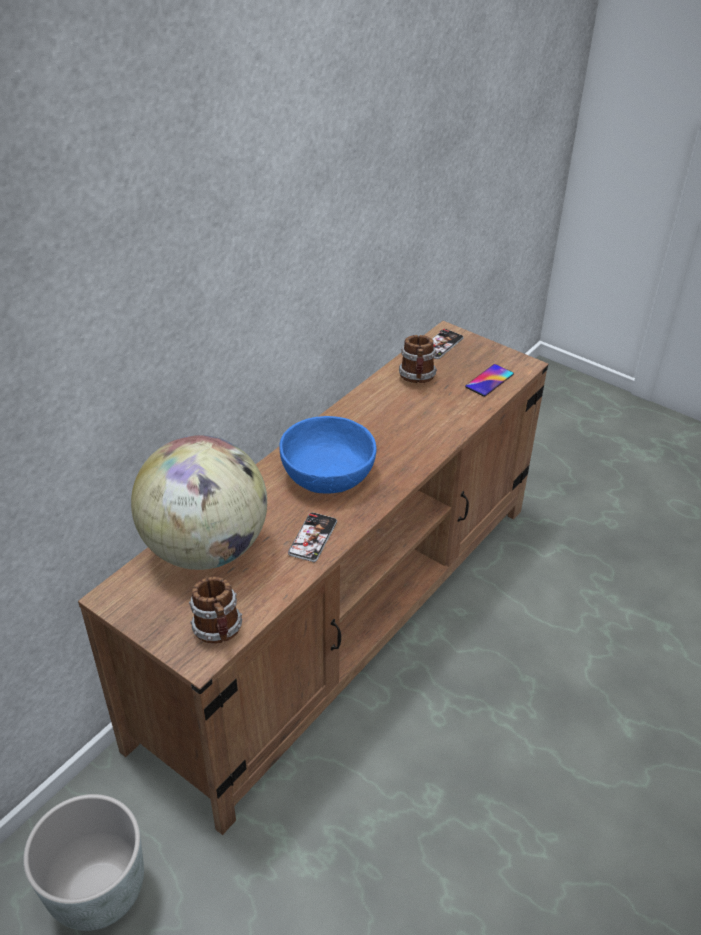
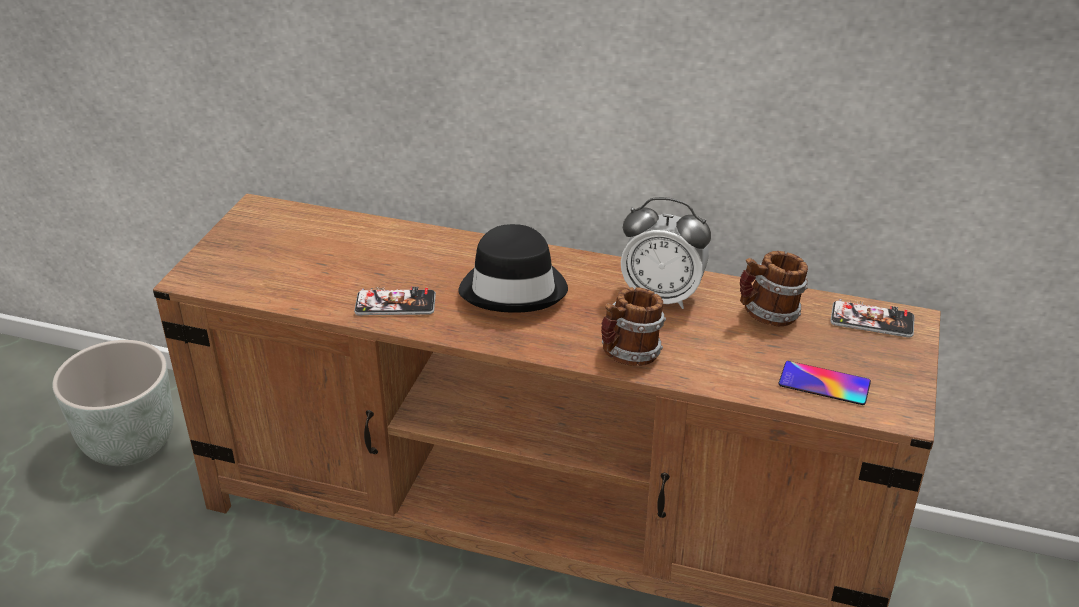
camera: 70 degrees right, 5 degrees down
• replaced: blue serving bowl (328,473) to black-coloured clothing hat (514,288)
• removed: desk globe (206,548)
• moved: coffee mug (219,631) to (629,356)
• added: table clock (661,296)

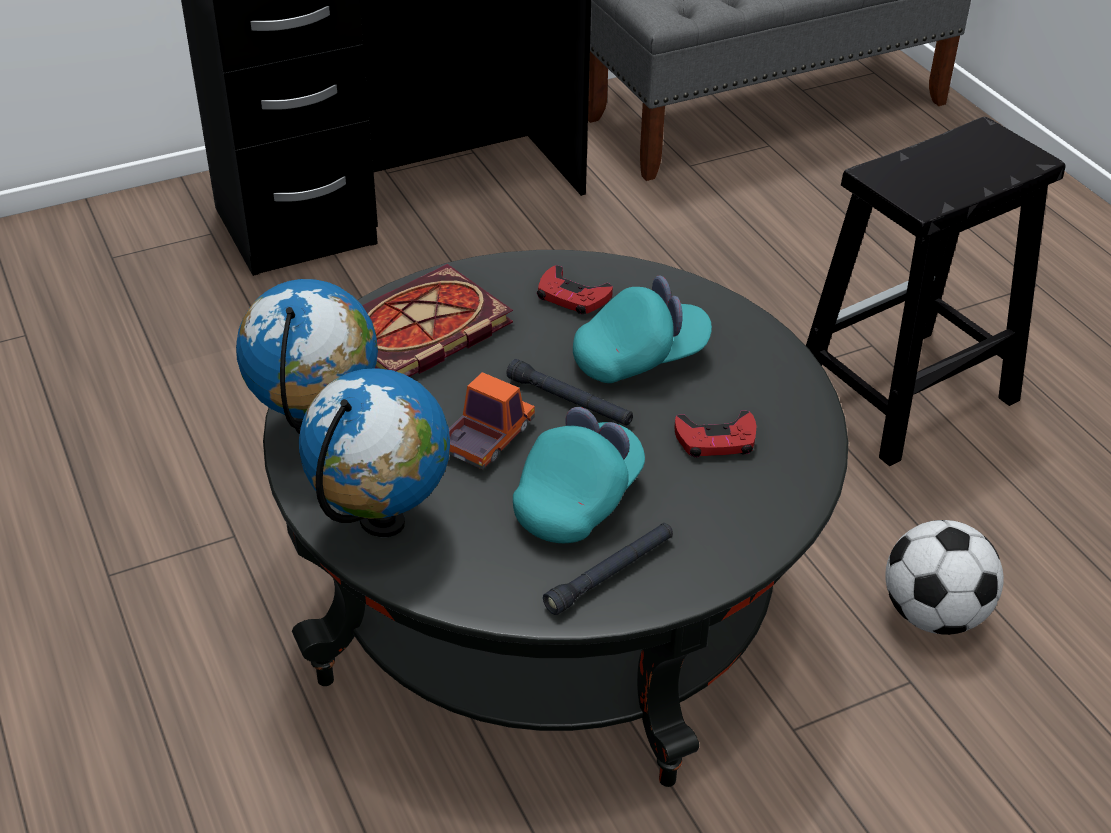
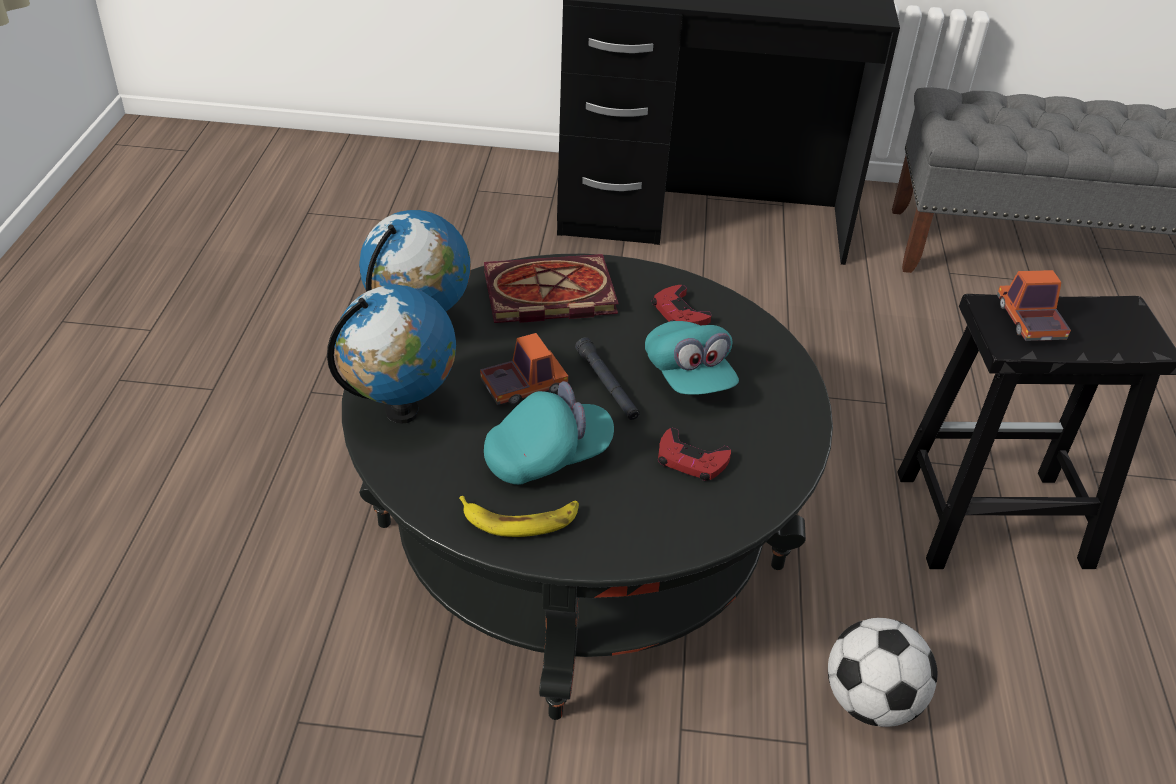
camera: 30 degrees right, 0 degrees up
• turned: blue-green baseball cap (640,358) = (689,377) 60 degrees clockwise
• replaced: black-coloured hand torch (610,574) to whole banana (520,519)
• added: toy lorry (1029,321)

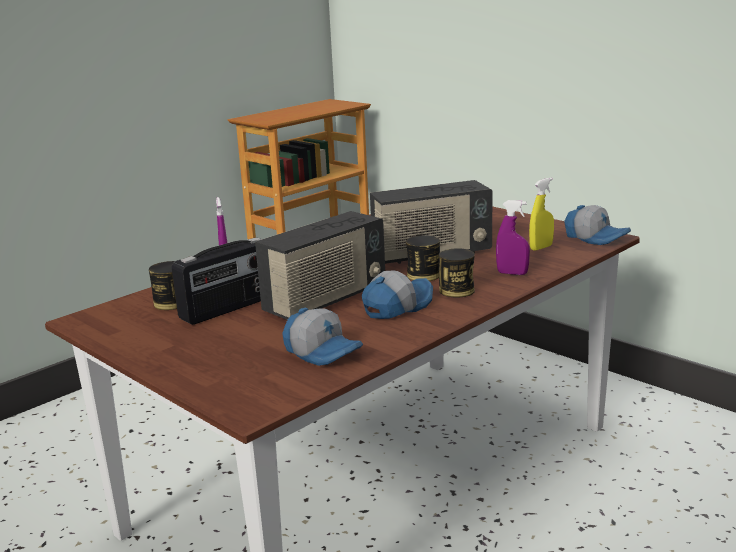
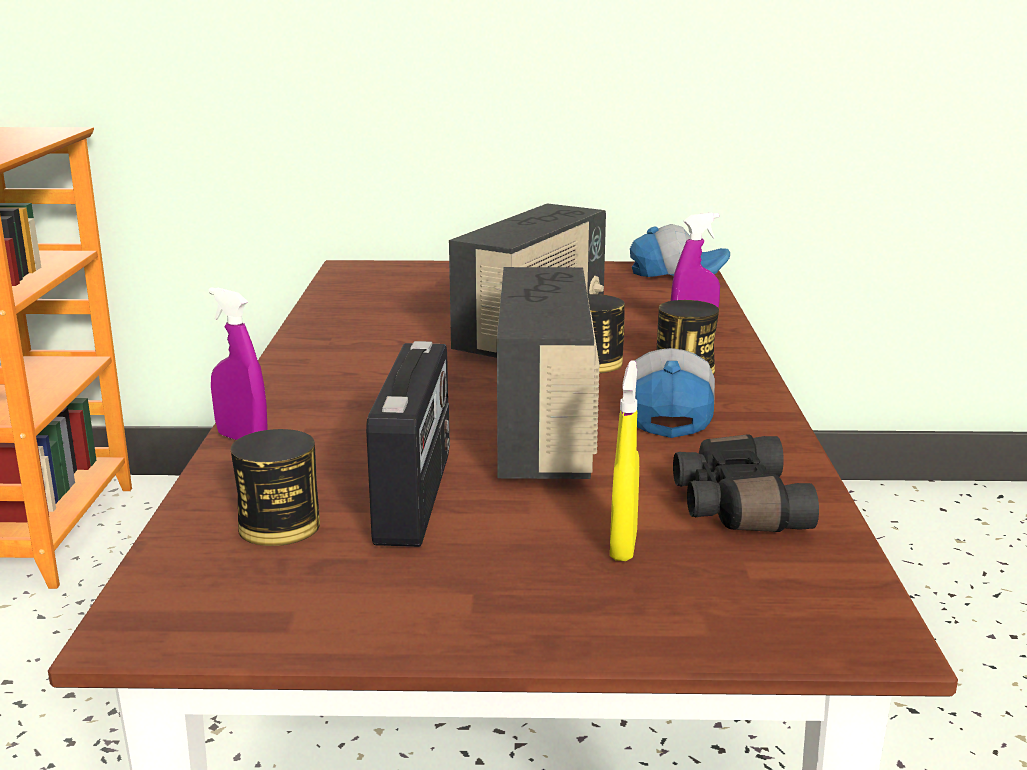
camera: 45 degrees left, 0 degrees up
• moved: yellow spray bottle (541,247) to (623,546)
• replaced: baseball cap (323,352) to black-coloured field glasses (735,506)

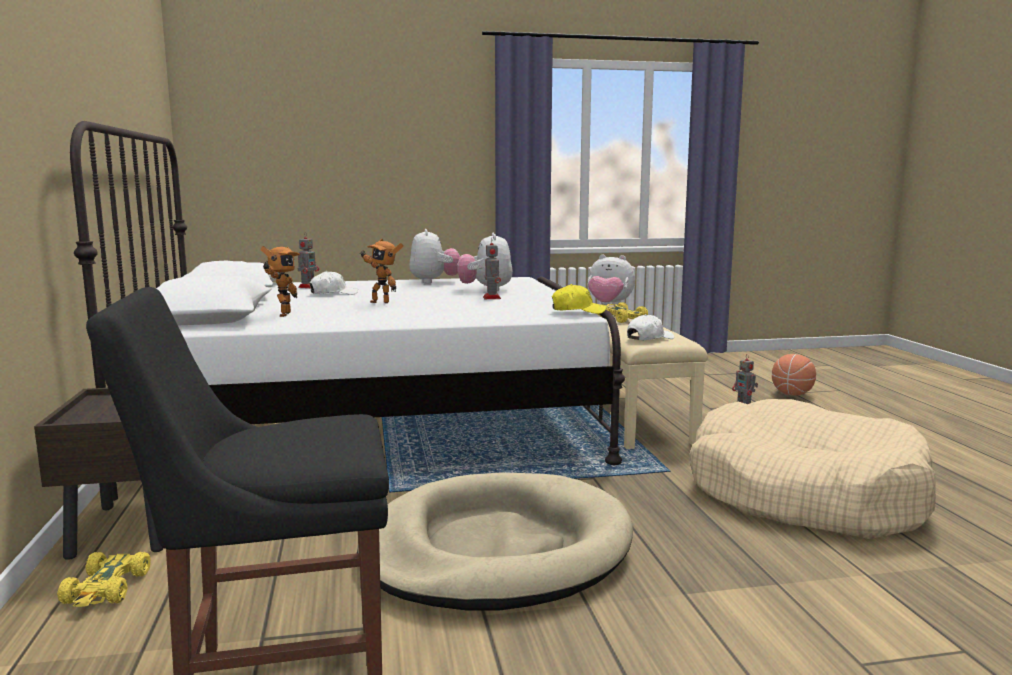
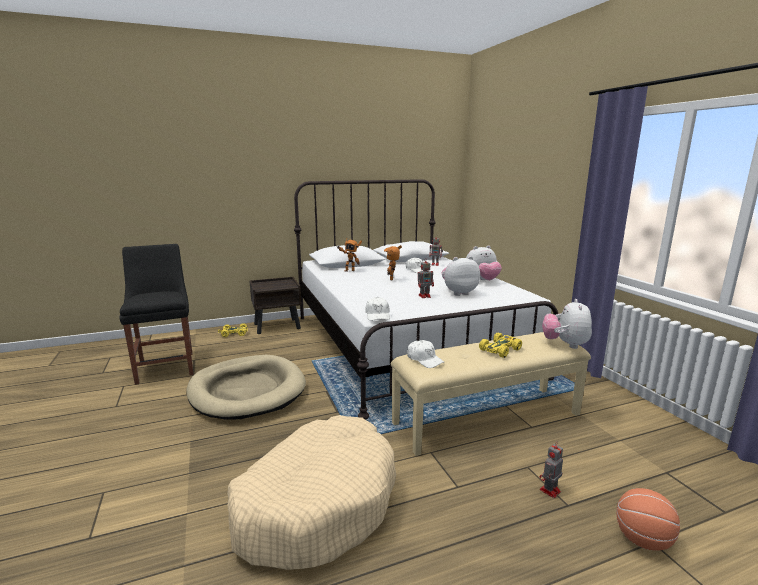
camera: 80 degrees right, 5 degrees up
• recoloured: yellow baseball cap (577,311) to whitish baseball cap (378,315)

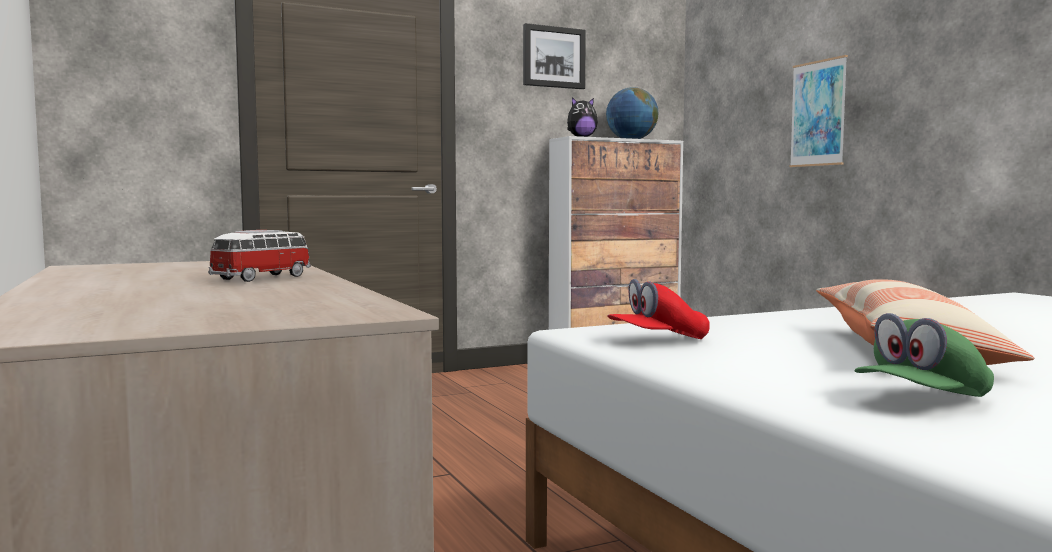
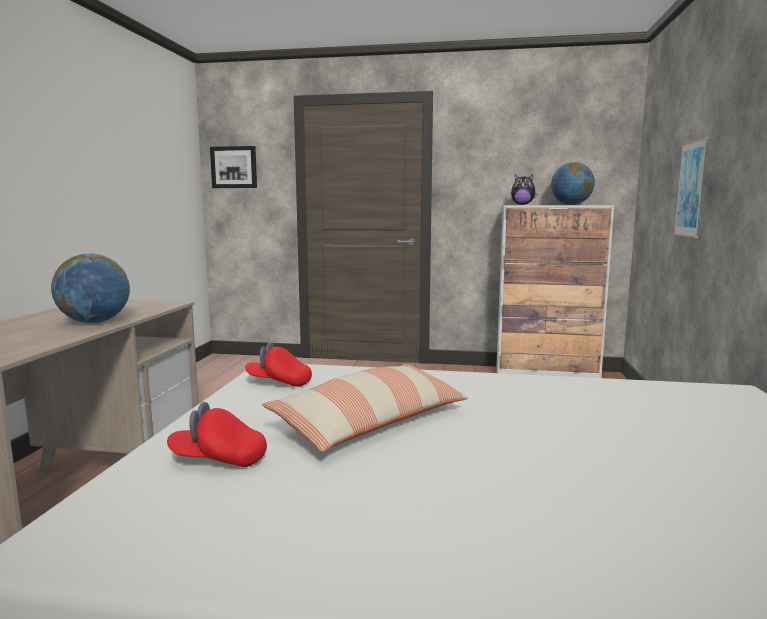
camera: 35 degrees right, 5 degrees up
• moved: wall art (553,57) to (234,167)
• replaced: toy car (264,278) to desk globe (95,322)
• recoloured: green baseball cap (922,401) to red-coloured baseball cap (219,459)

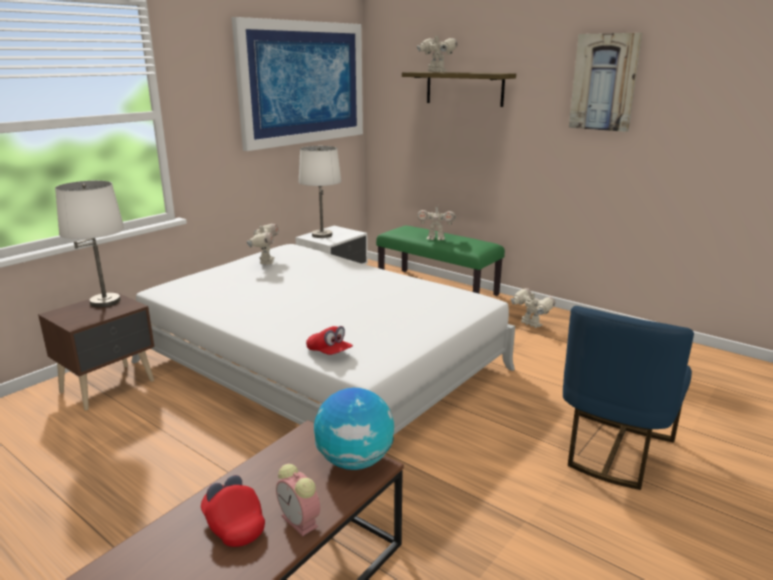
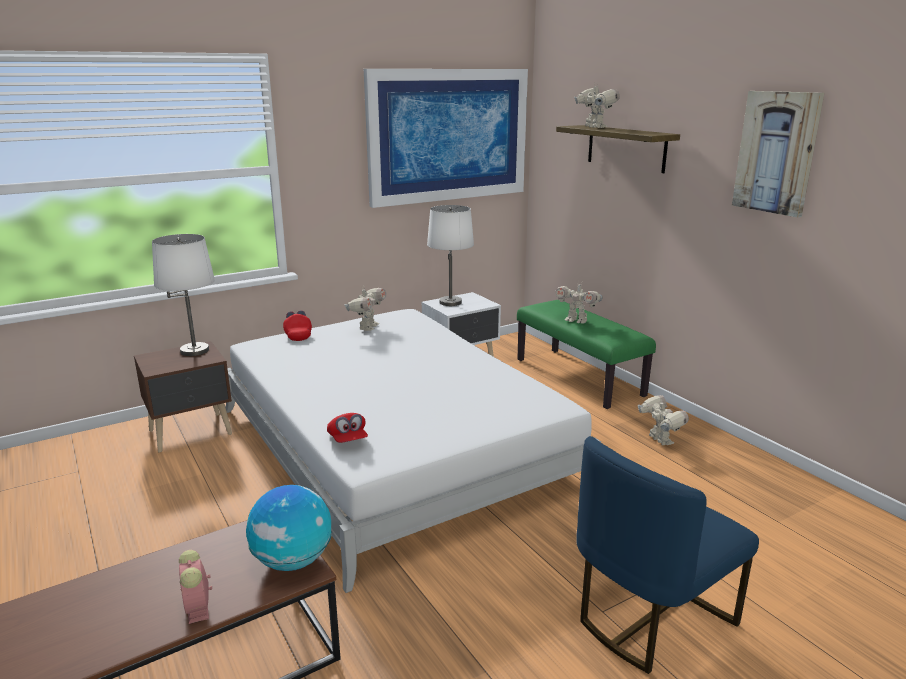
camera: 20 degrees right, 0 degrees up
• moved: red-coloured baseball cap (233,524) to (298,335)

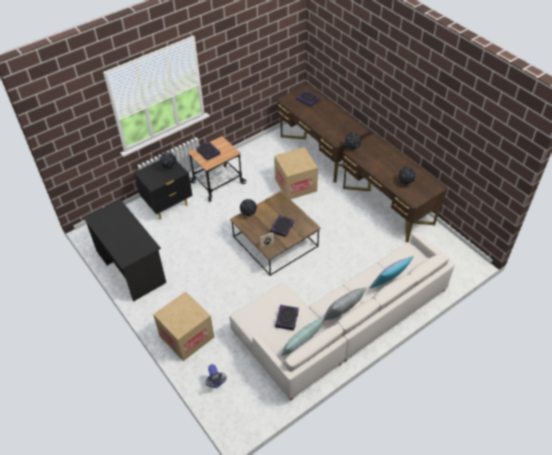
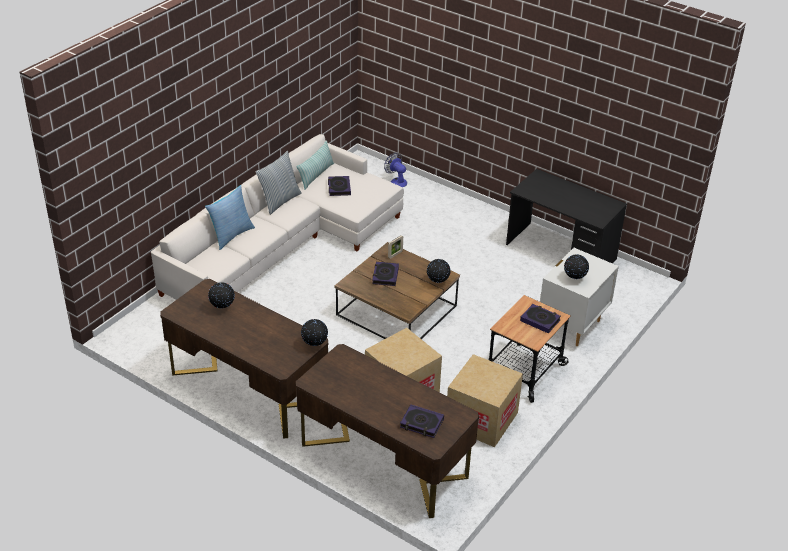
camera: 160 degrees right, 10 degrees down
• recoloured: black-coloured night table (168,206) to whitish night table (572,326)
• moved: packing box (186,336) to (481,419)

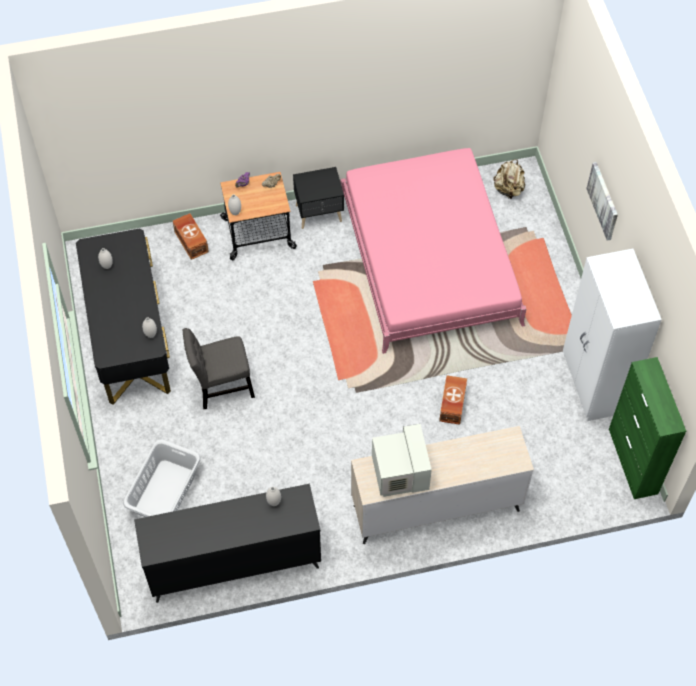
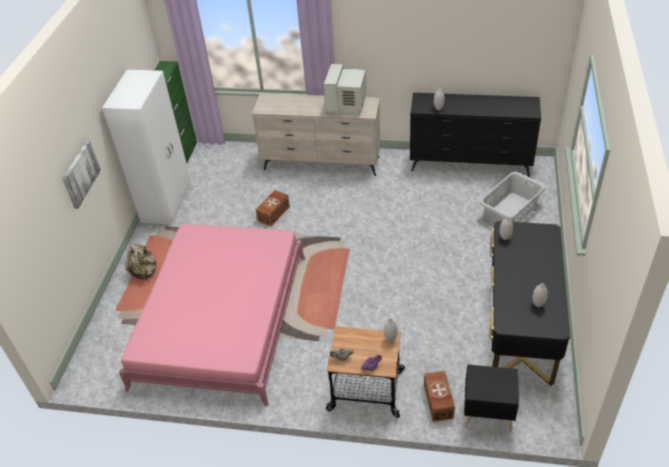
camera: 155 degrees left, 15 degrees down
• moved: sand-coloured rucksack (508,189) to (145,271)
• moved: black-coloured night table (319,214) to (487,414)
• removed: gray upright chair (221,387)

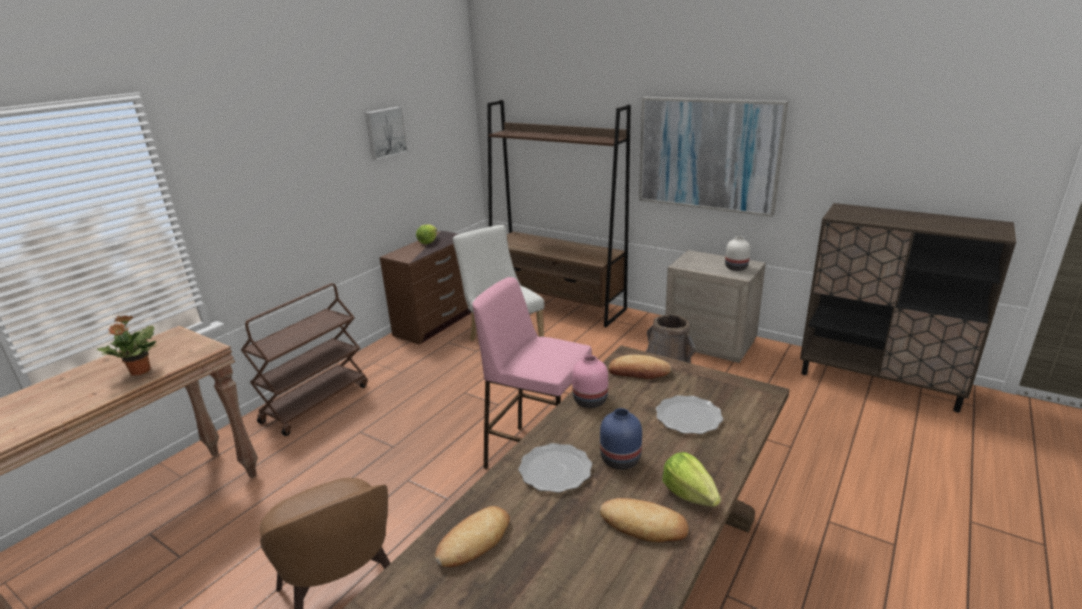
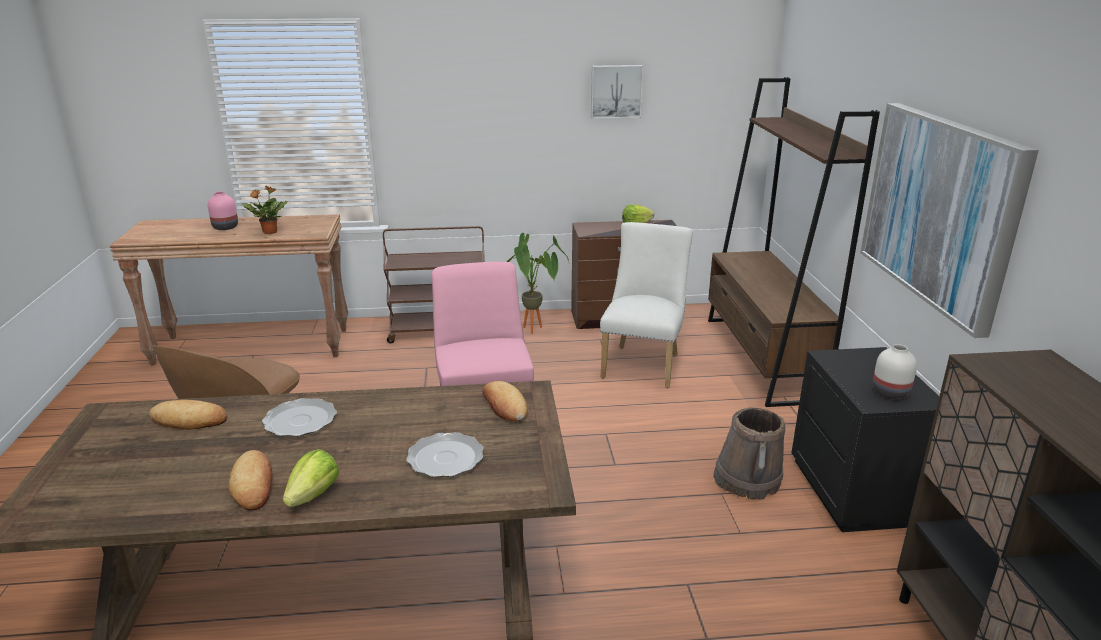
camera: 50 degrees right, 0 degrees up
• recoloured: sand-coloured night table (710,342) to black-coloured night table (854,492)
• moved: pink vase (590,401) to (225,227)
• removed: blue vase (621,460)
• added: potted plant (535,331)

